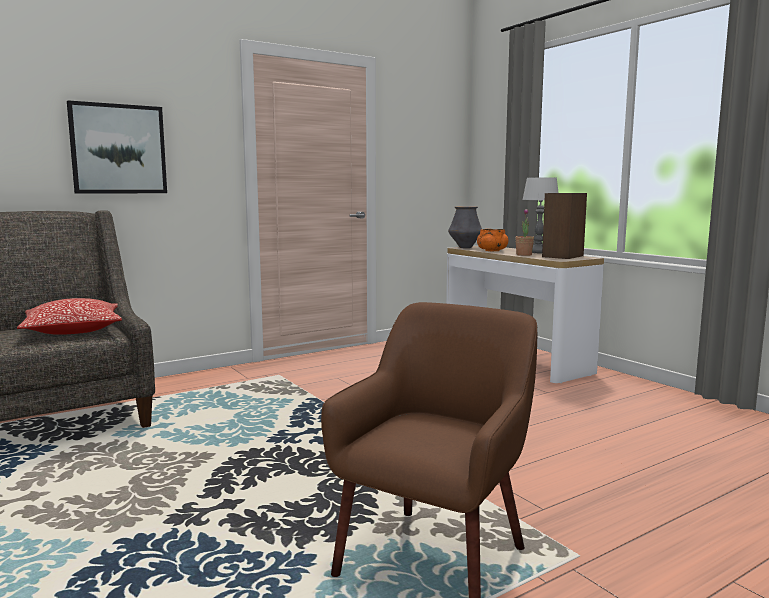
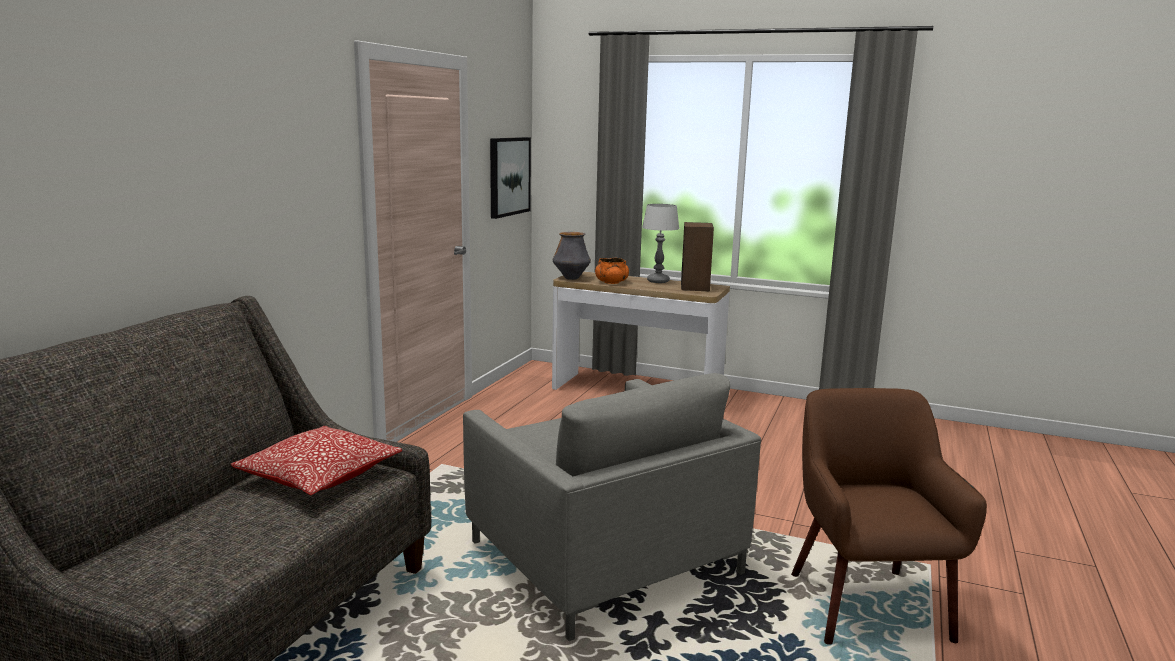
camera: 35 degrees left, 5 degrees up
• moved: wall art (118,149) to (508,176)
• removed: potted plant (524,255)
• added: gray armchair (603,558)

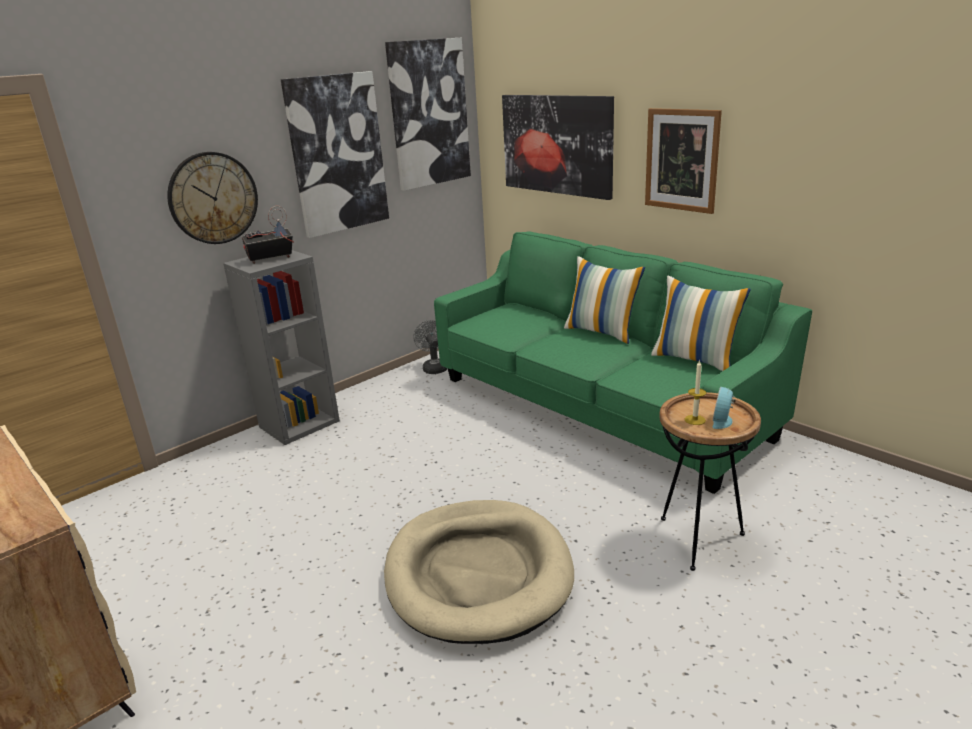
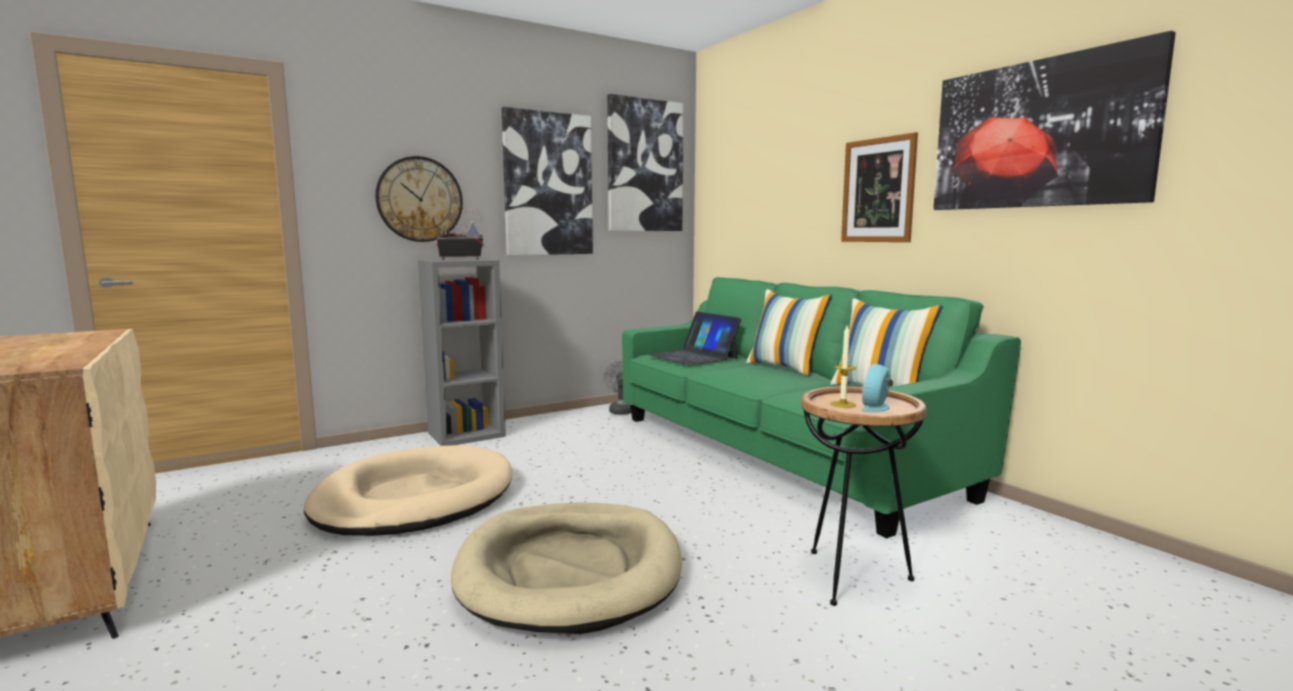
camera: 10 degrees right, 15 degrees down
• moved: wall art (557,144) to (1038,134)
• added: portable computer (693,356)
• added: sand-coloured dog cushion (414,498)

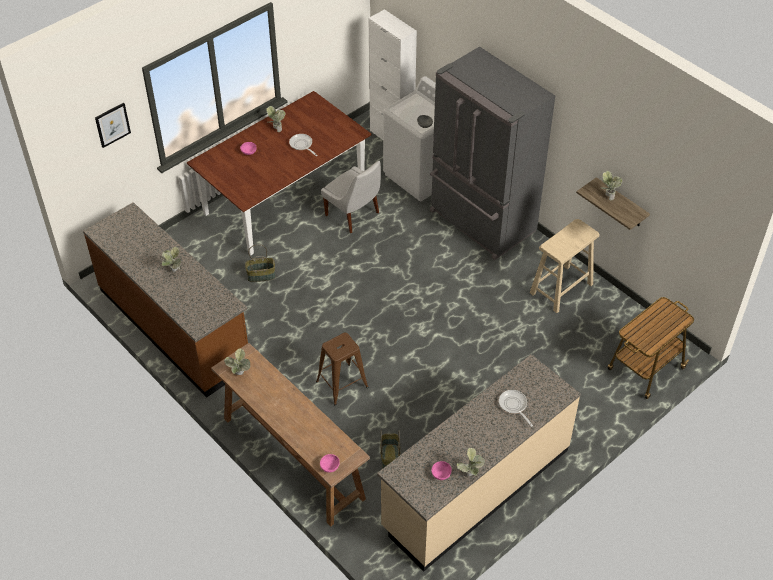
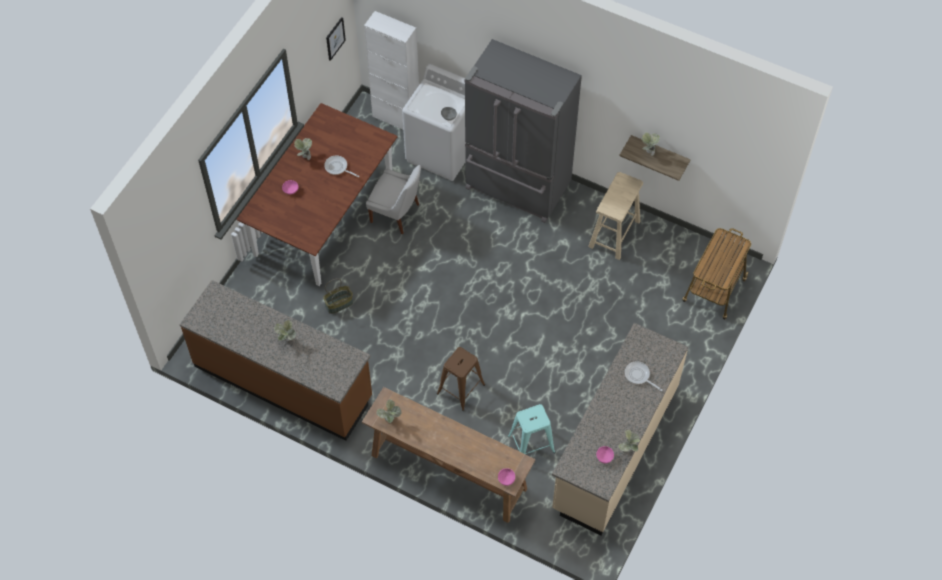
camera: 20 degrees left, 10 degrees up
• moved: wall art (112,124) to (335,38)
• replaced: household basket (389,457) to blue-green stool seat (531,444)

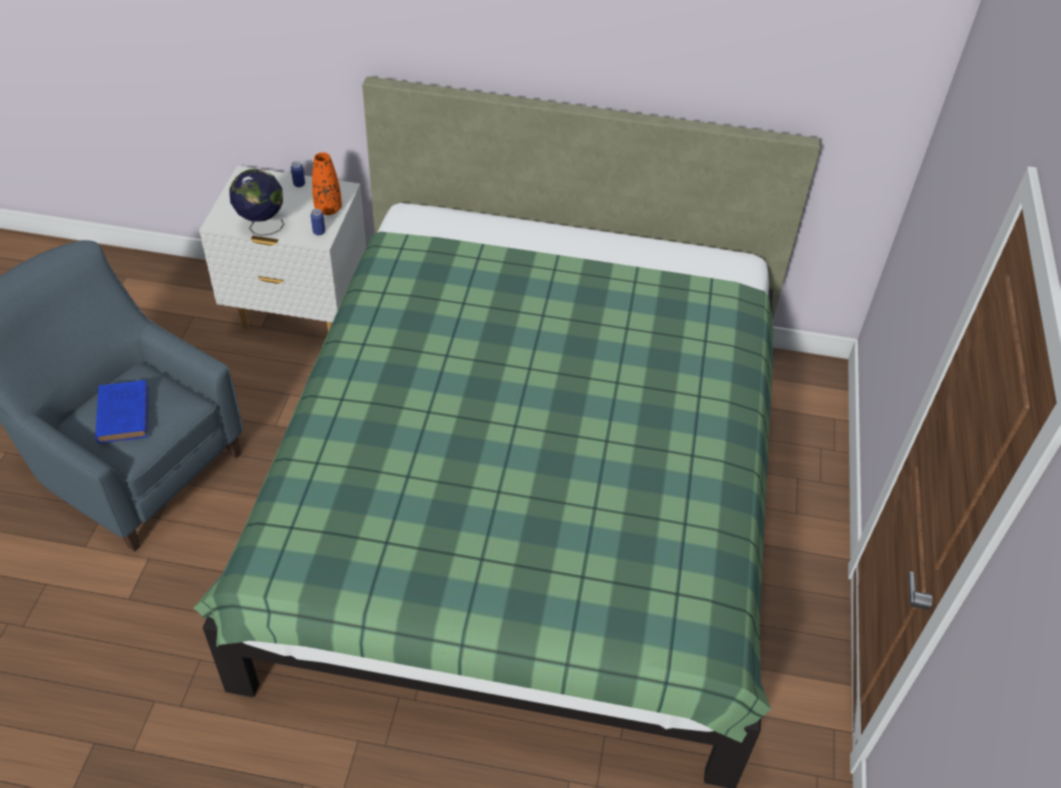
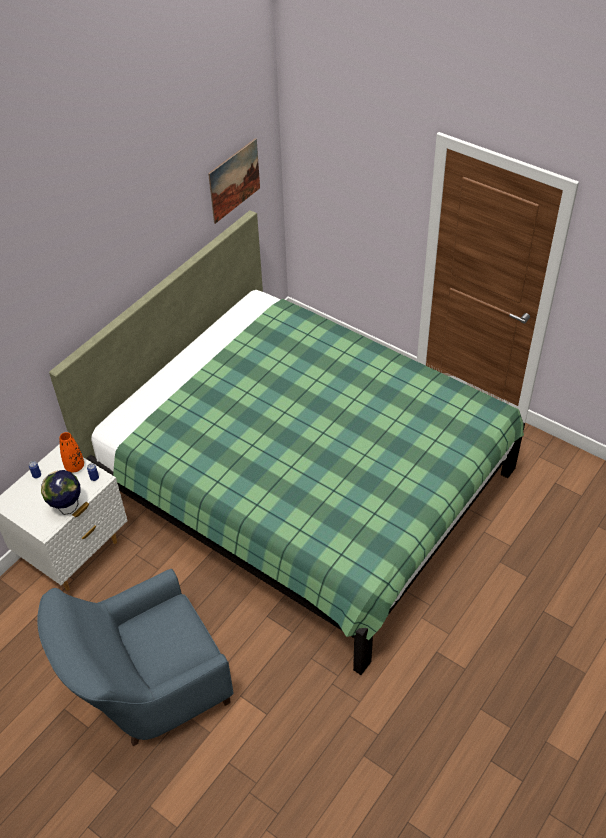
camera: 60 degrees left, 0 degrees up
• removed: blue bound book (123,413)
• added: wall art (234,180)

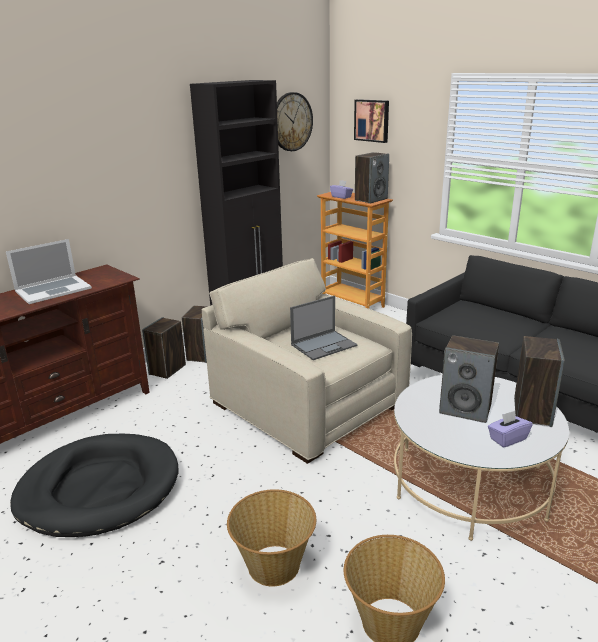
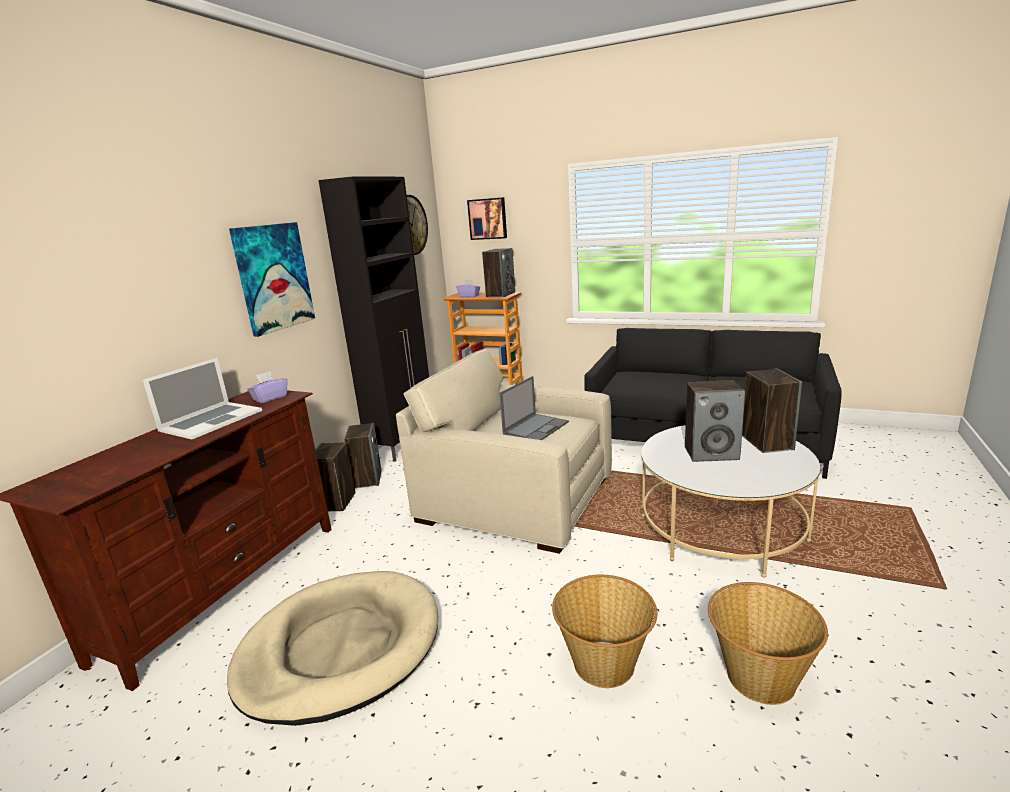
camera: 20 degrees left, 5 degrees down
• moved: purple box of tissues (507,438) to (270,398)
• recoloured: black-coloured dog cushion (99,489) to sand-coloured dog cushion (340,649)
• added: wall art (273,277)

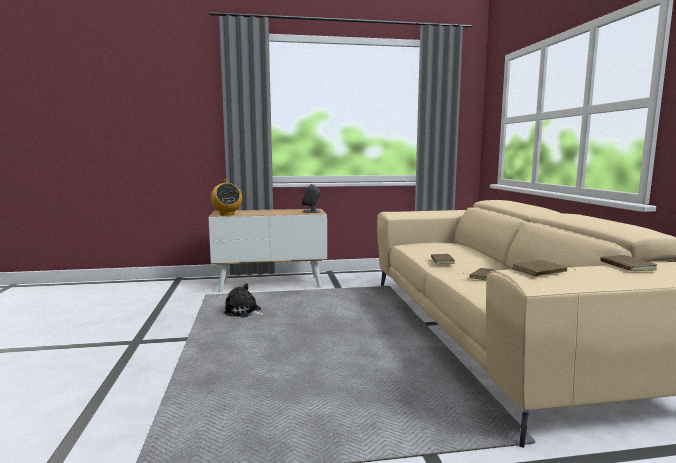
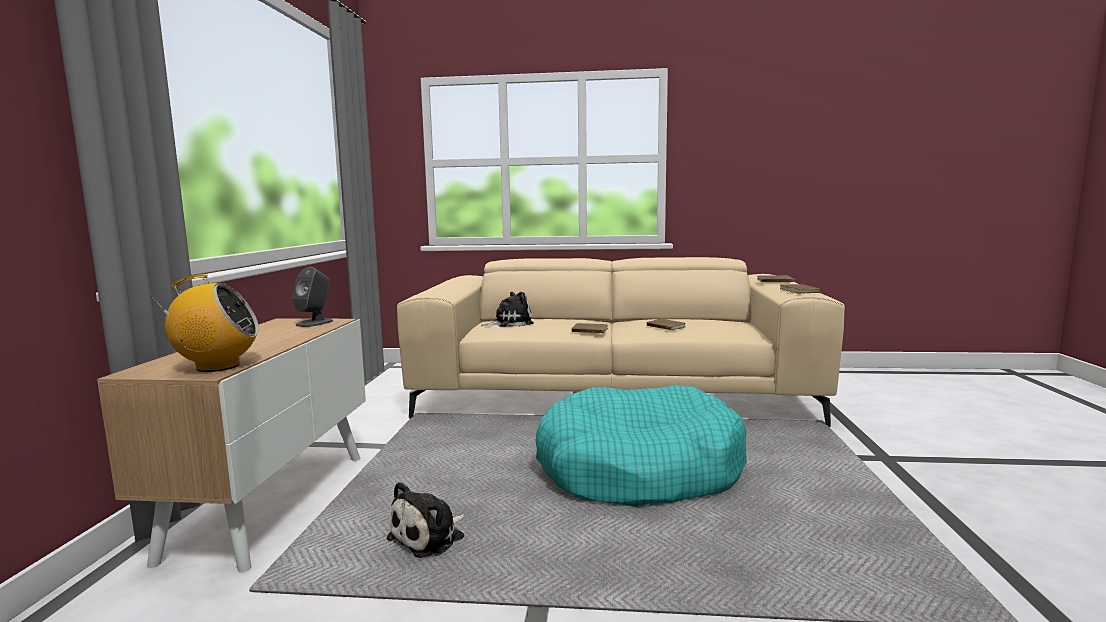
camera: 75 degrees left, 0 degrees up
• added: cuddly toy (510,323)
• added: blue-green dog cushion (638,469)

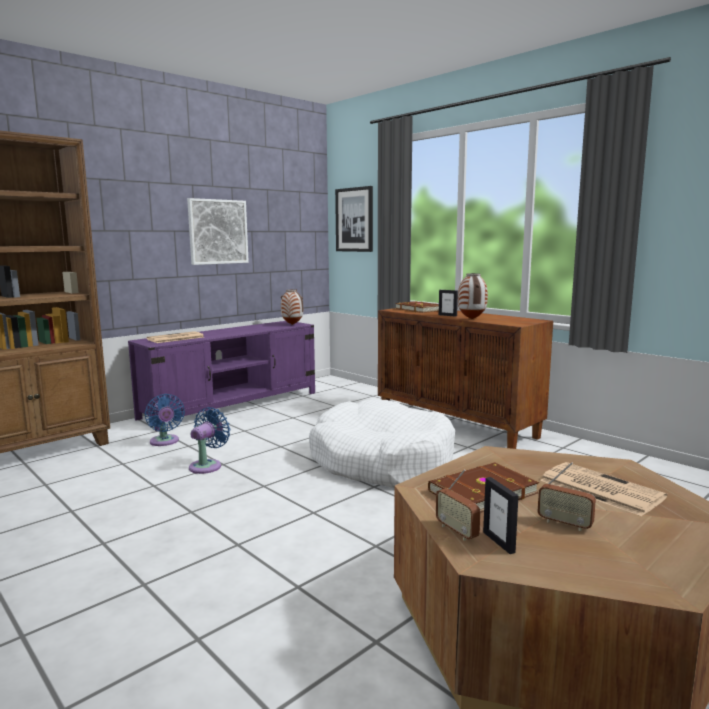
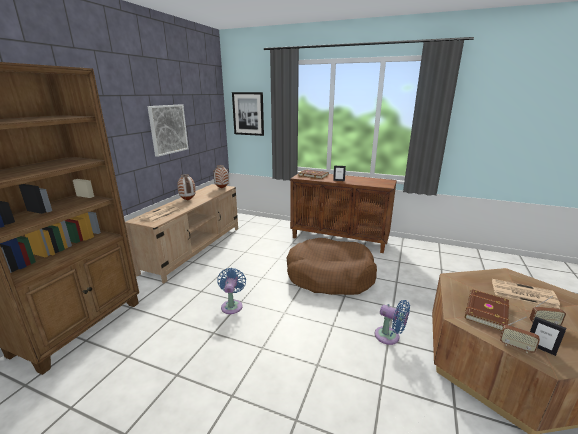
camera: 25 degrees left, 10 degrees up
• moved: vase (472,319) to (188,200)
• recoloured: purple tv unit (232,405) to sand-coloured tv unit (194,248)
• moved: blue cooling fan (165,442) to (389,337)
• recoloured: whitish dog cushion (381,461) to brownish dog cushion (329,276)

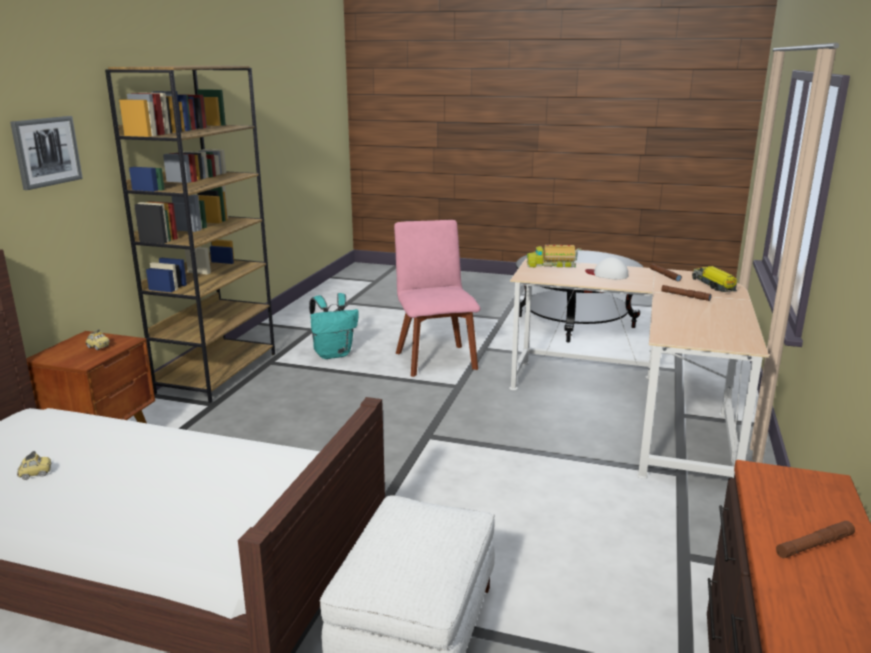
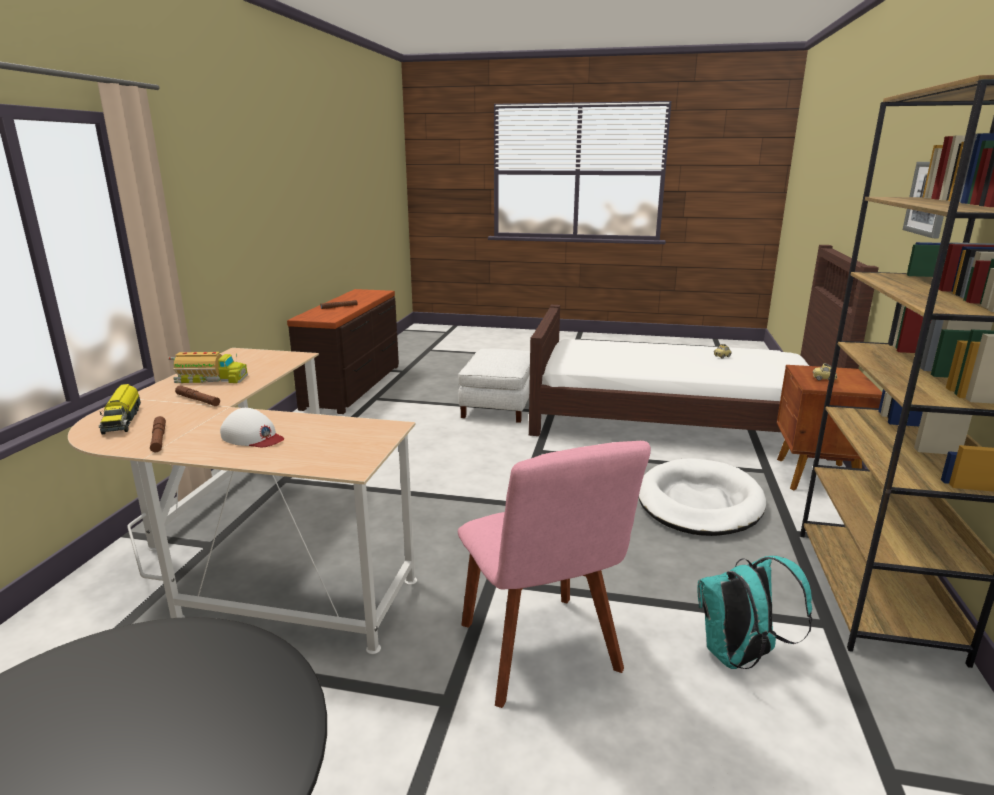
camera: 175 degrees right, 0 degrees up
• moved: toy lorry (551,264) to (210,379)
• added: whitish dog cushion (699,502)

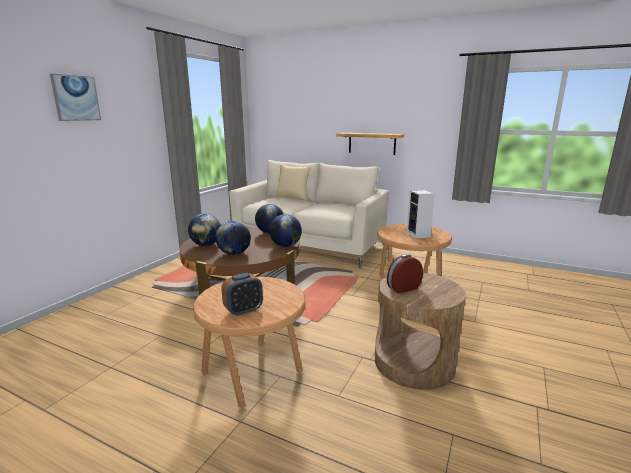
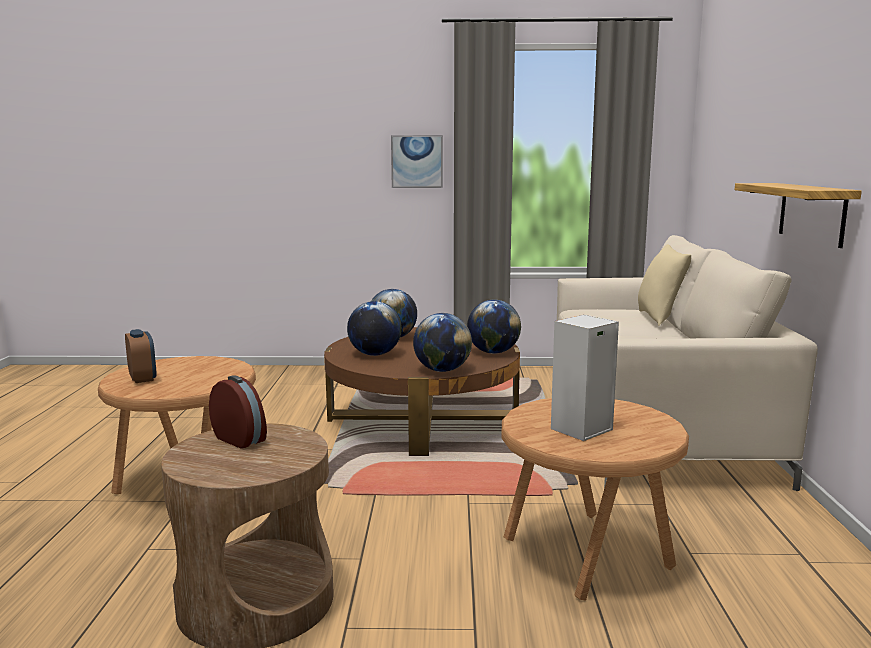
camera: 65 degrees right, 5 degrees down
• moved: wall art (76,98) to (417,161)
• turned: table clock (243,310) = (142,378) 150 degrees counterclockwise

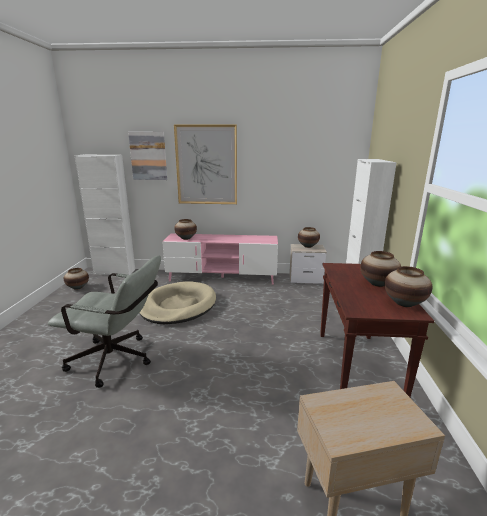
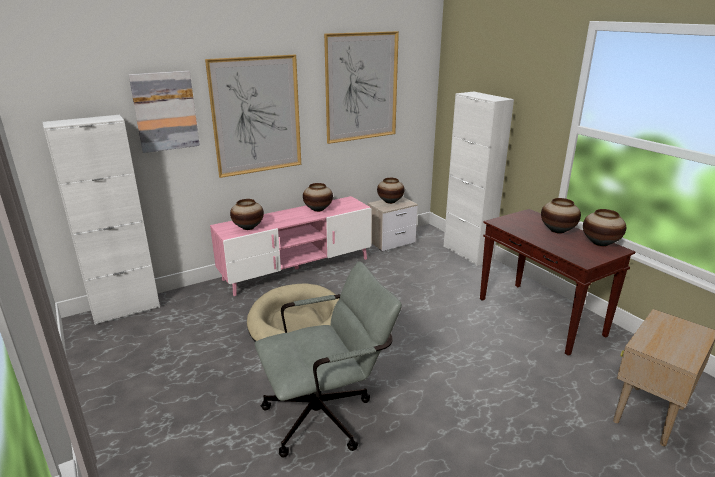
camera: 35 degrees left, 5 degrees up
• moved: vase (78,287) to (318,209)
• added: wall art (361,87)

